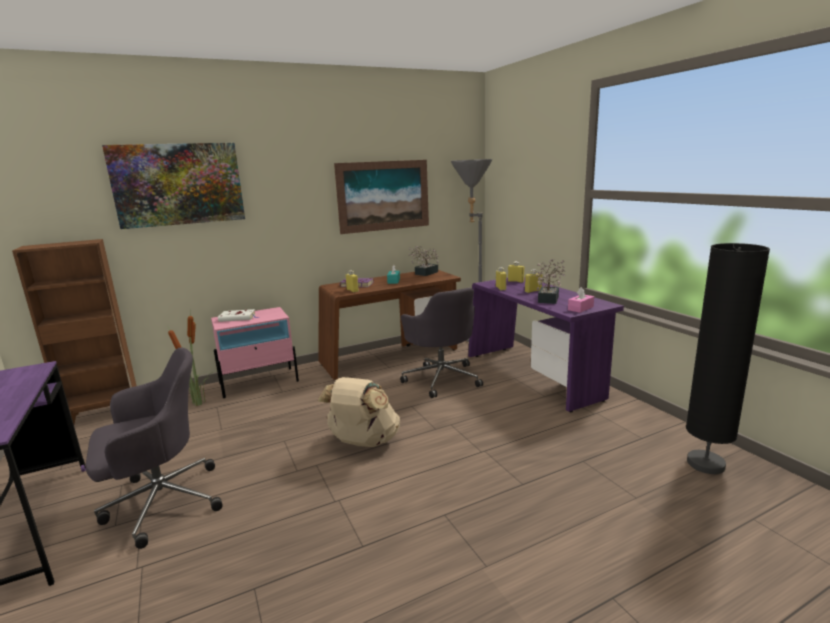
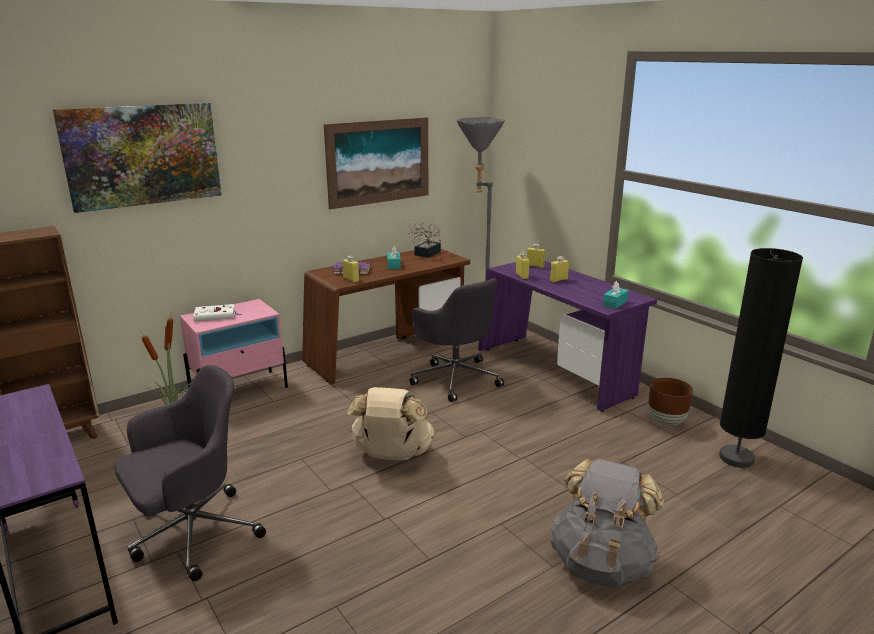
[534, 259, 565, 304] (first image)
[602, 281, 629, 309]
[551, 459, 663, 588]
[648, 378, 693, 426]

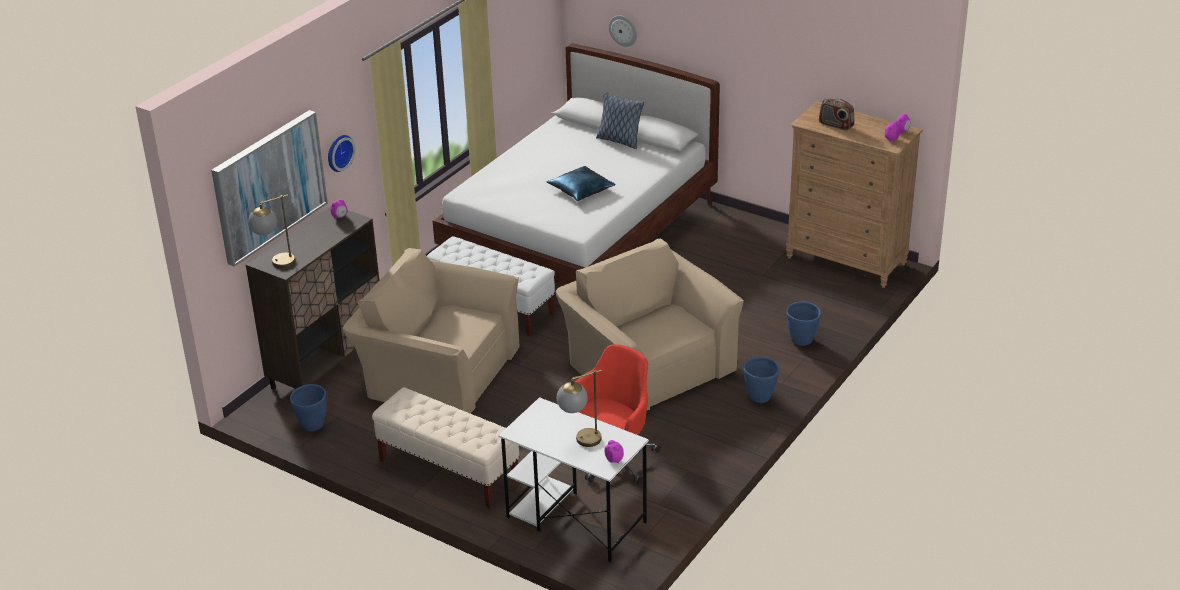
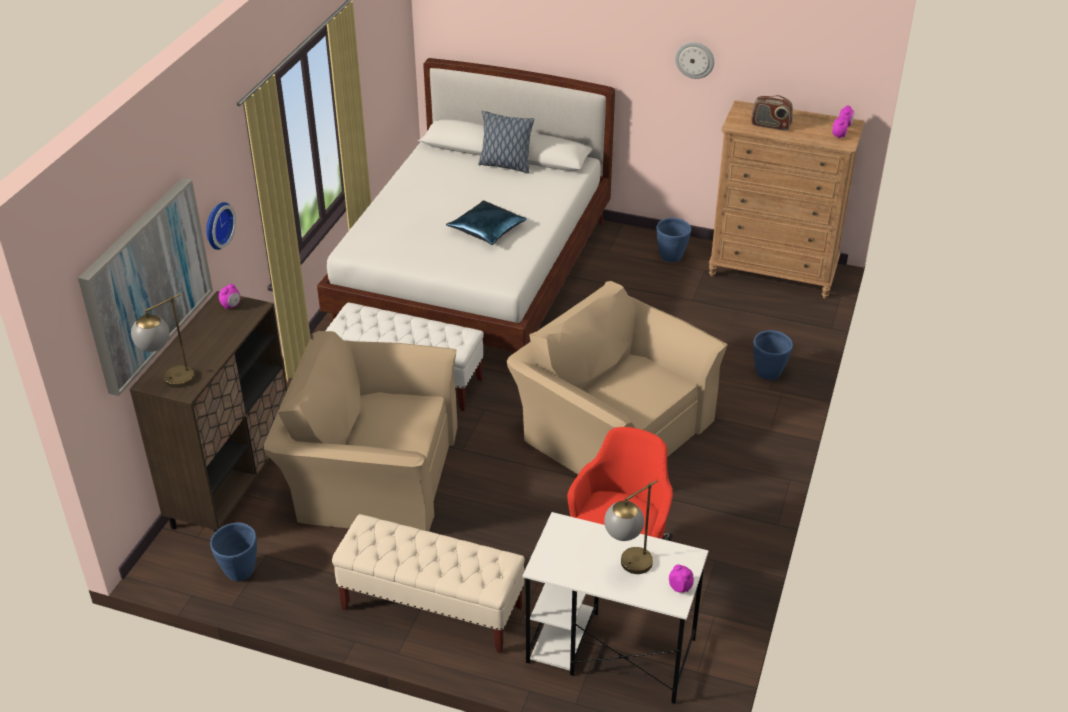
[675, 42, 714, 79]
[656, 218, 691, 262]

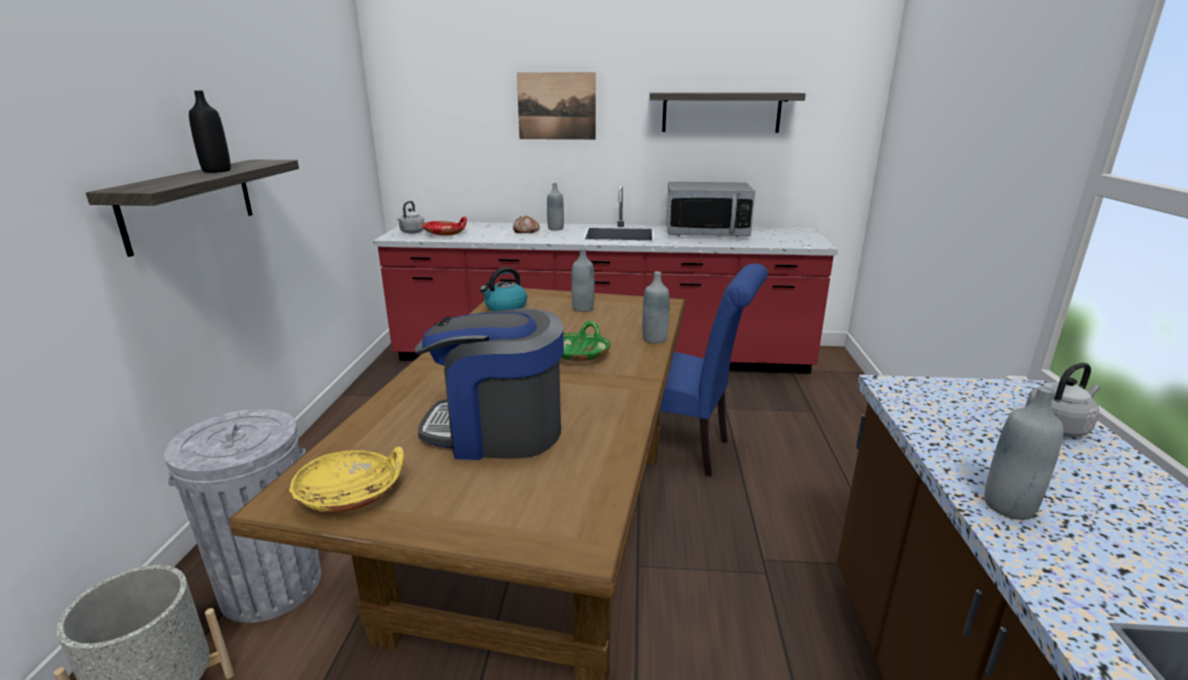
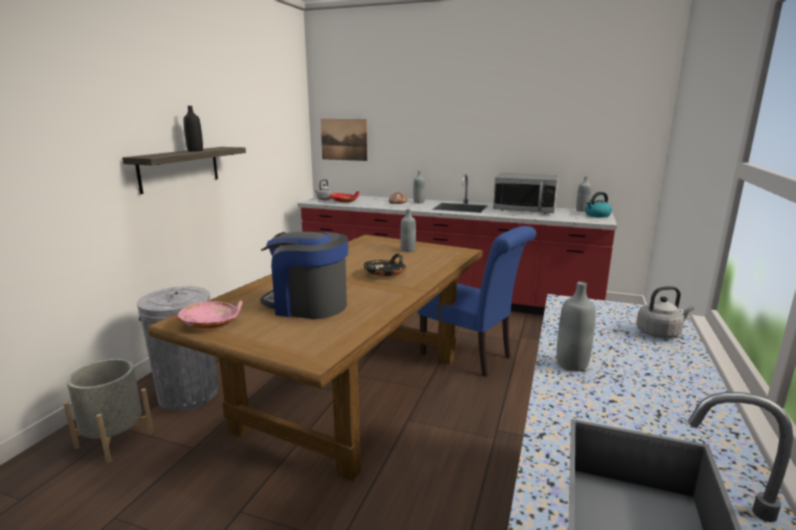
[178, 301, 243, 328]
[585, 192, 612, 218]
[321, 119, 368, 161]
[364, 253, 406, 277]
[576, 176, 591, 212]
[649, 92, 806, 133] (first image)

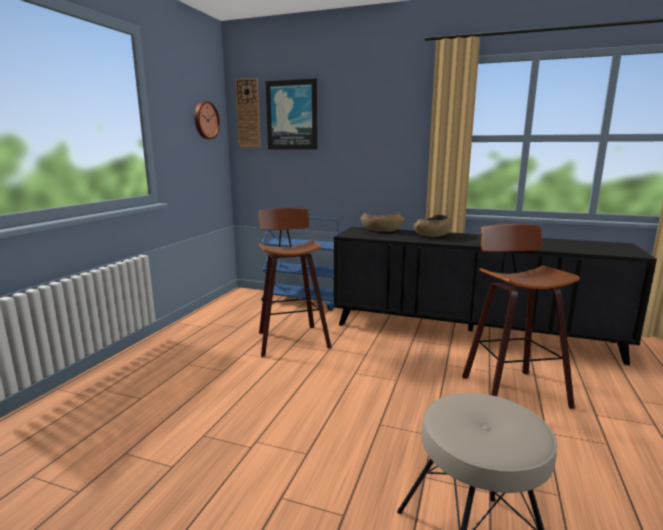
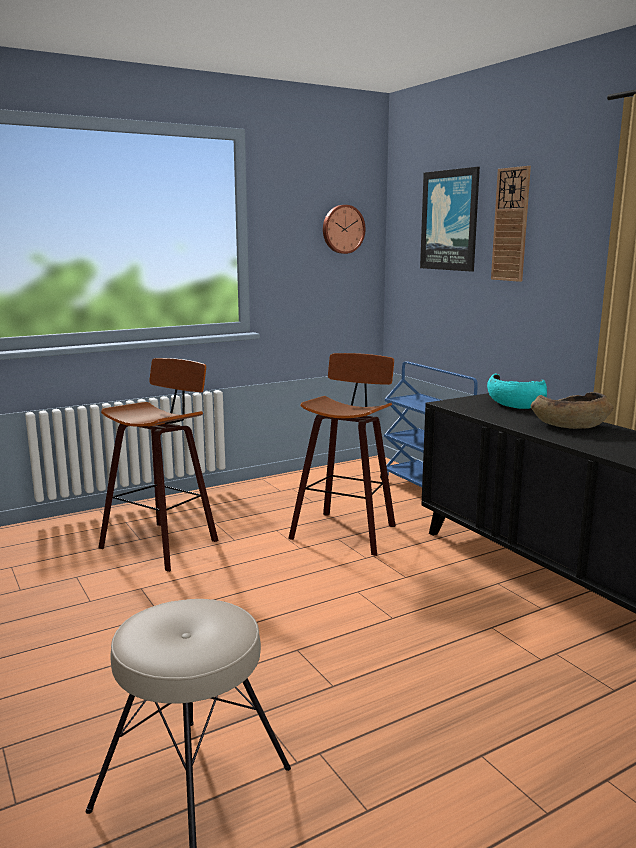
[491, 166, 531, 282]
[487, 374, 547, 409]
[99, 358, 219, 572]

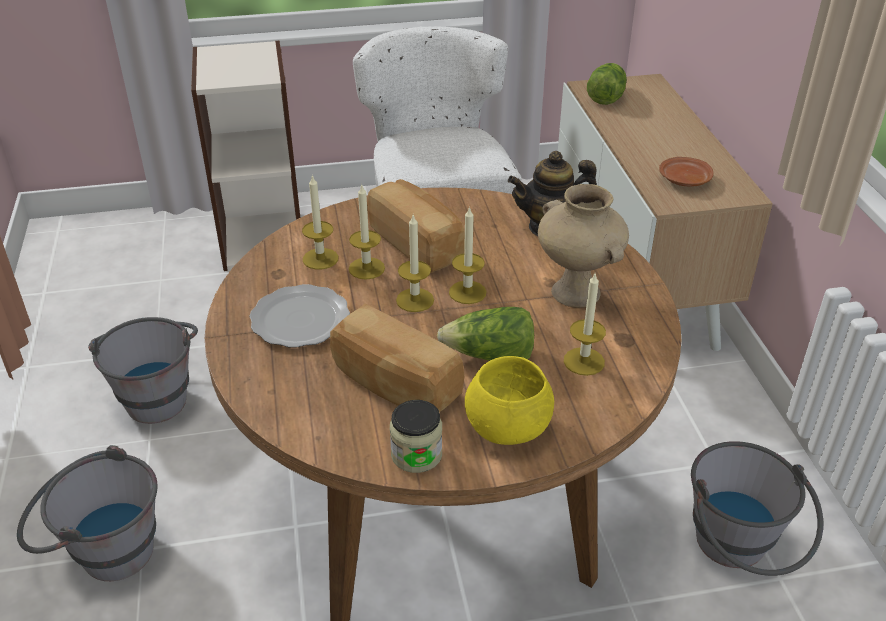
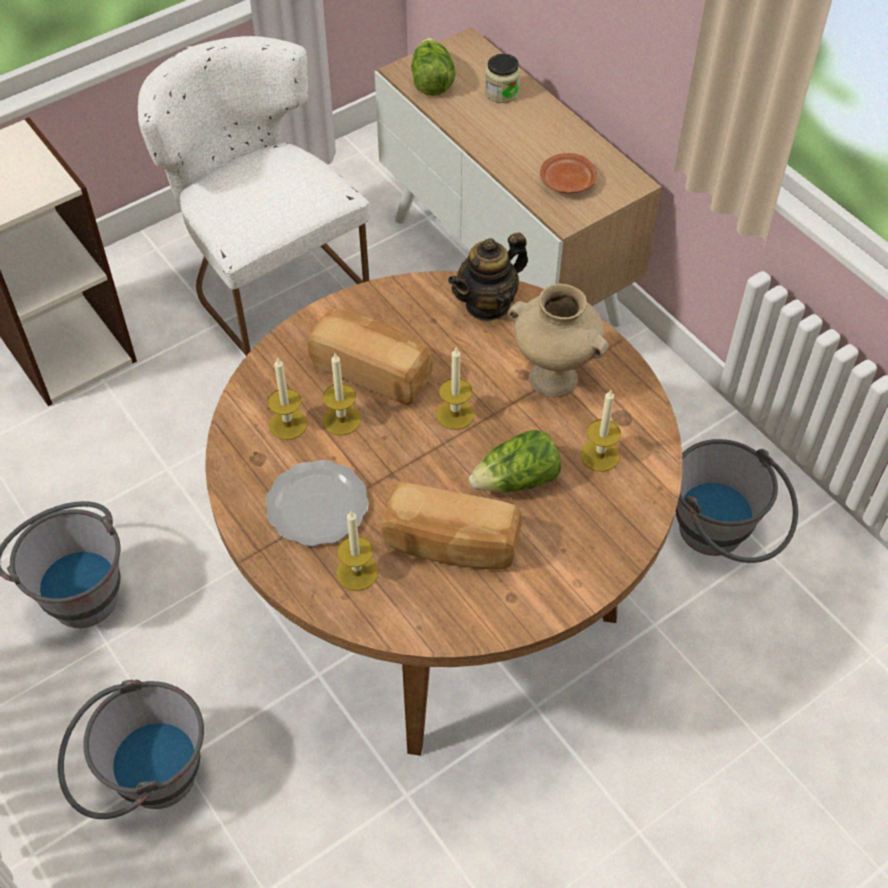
[485, 54, 520, 103]
[336, 511, 378, 591]
[465, 356, 554, 445] (first image)

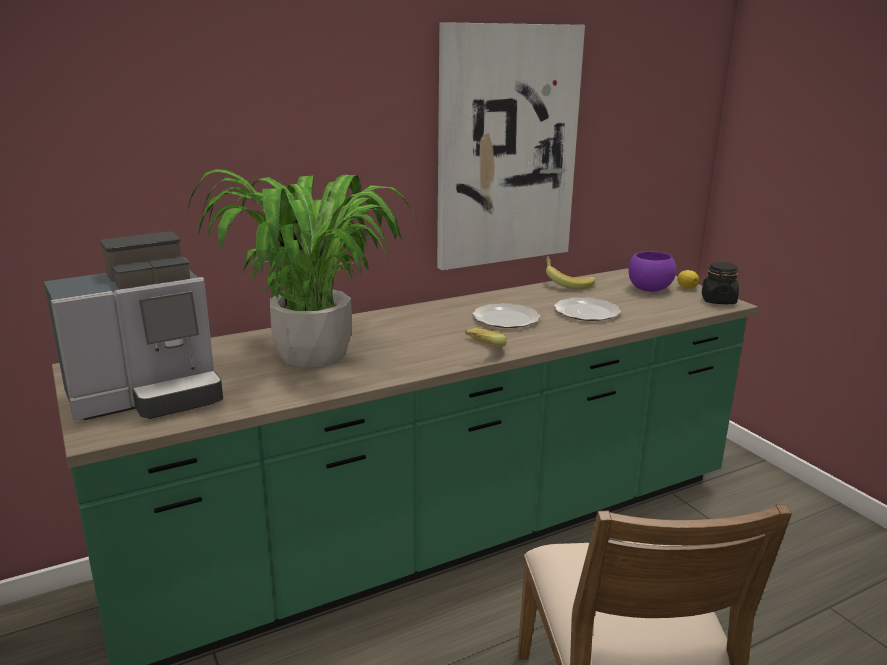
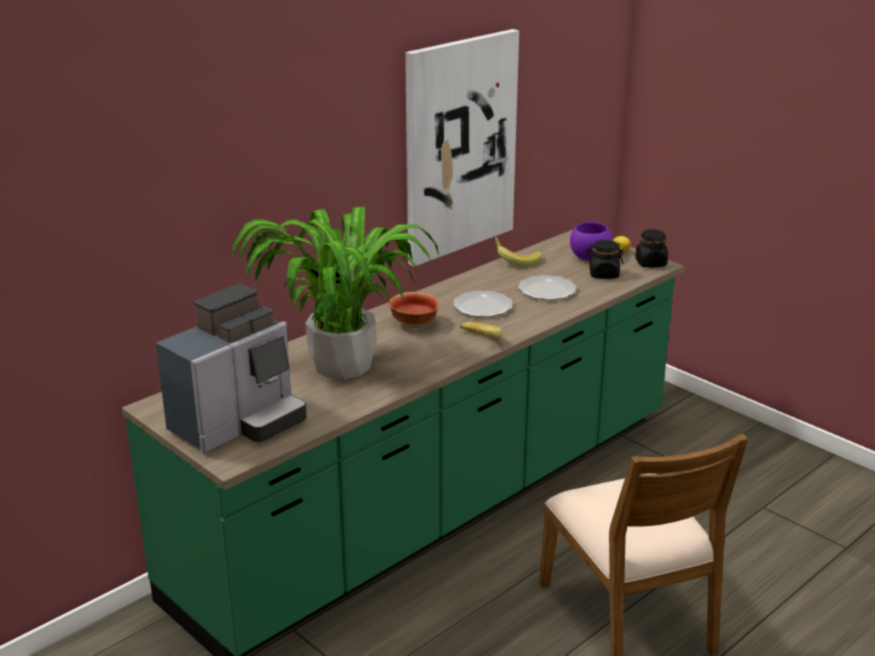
[389, 292, 439, 328]
[586, 240, 623, 279]

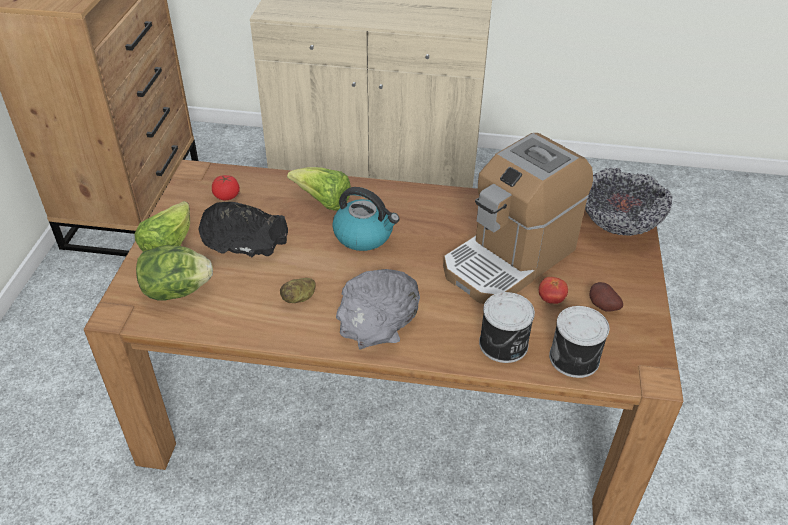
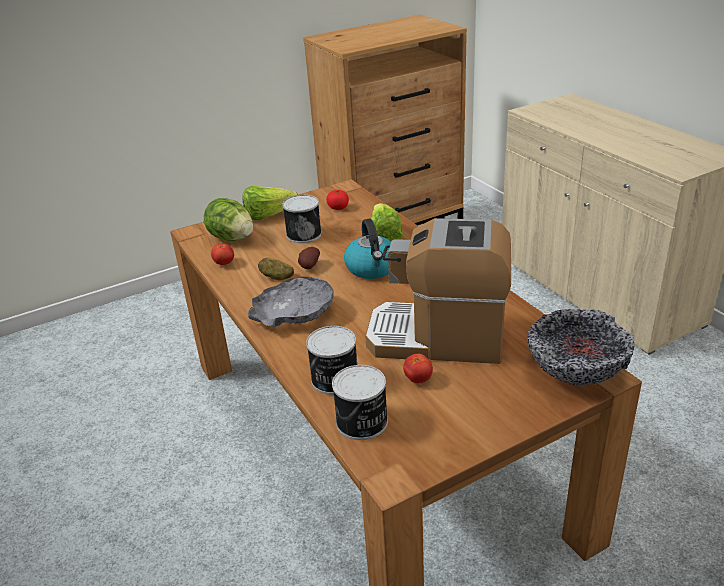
[282, 195, 322, 243]
[298, 247, 320, 269]
[211, 243, 234, 265]

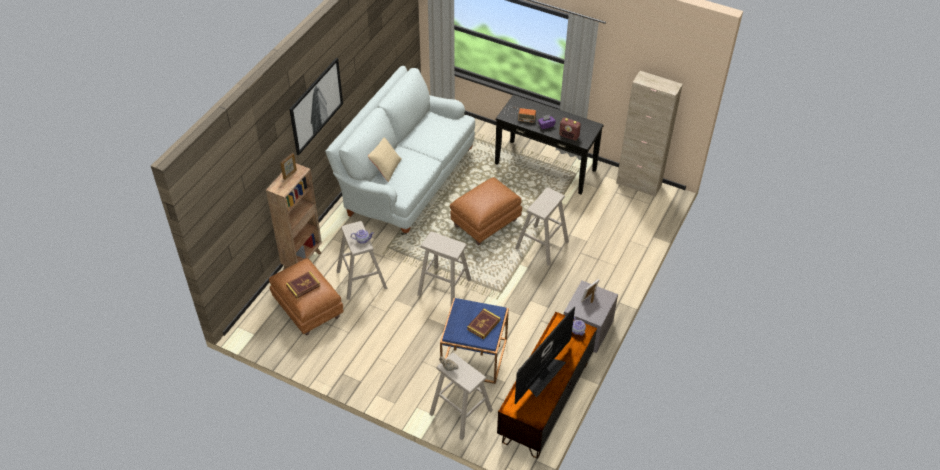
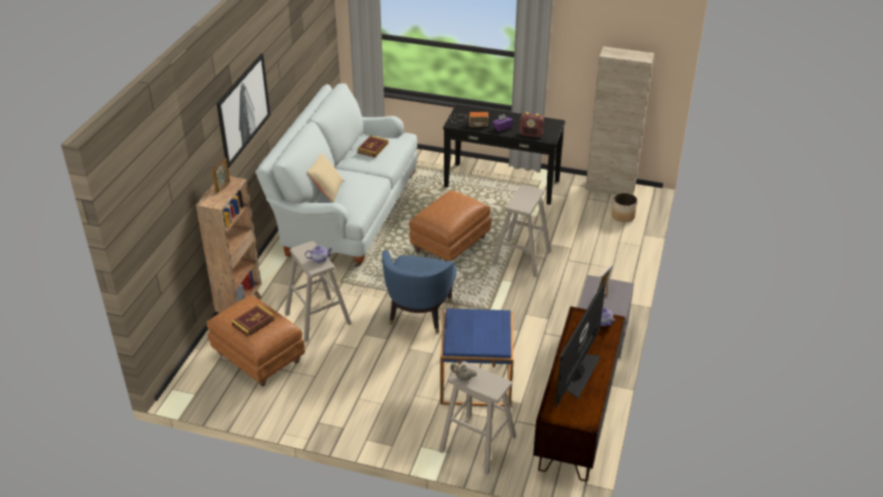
[382, 250, 457, 333]
[357, 135, 388, 157]
[611, 193, 637, 222]

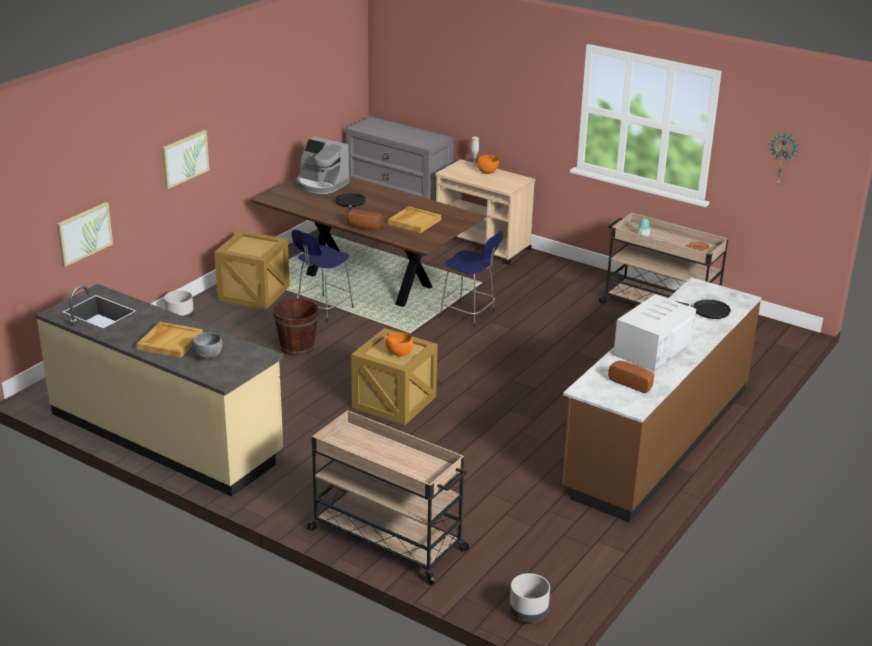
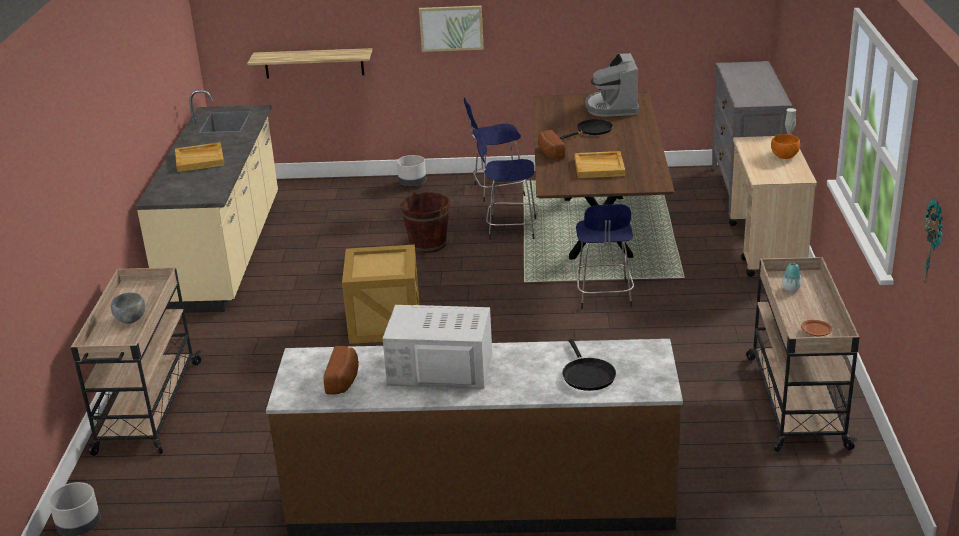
[247, 48, 372, 79]
[111, 293, 145, 324]
[464, 98, 525, 202]
[386, 332, 413, 356] (first image)

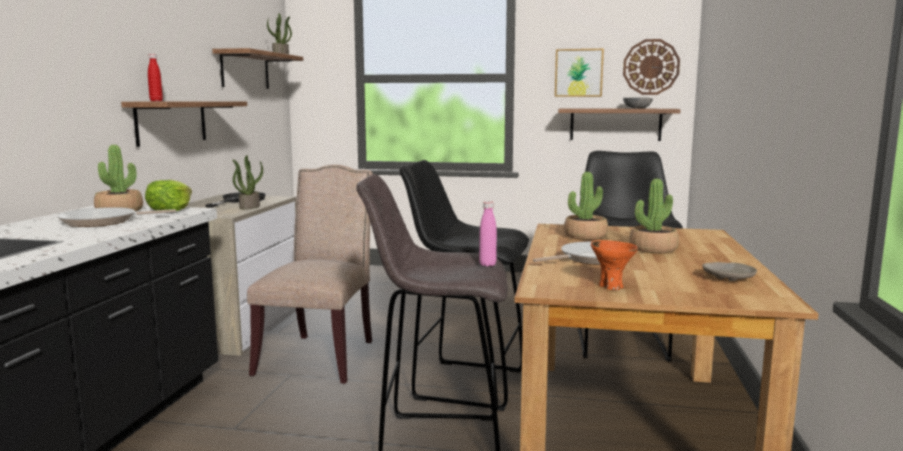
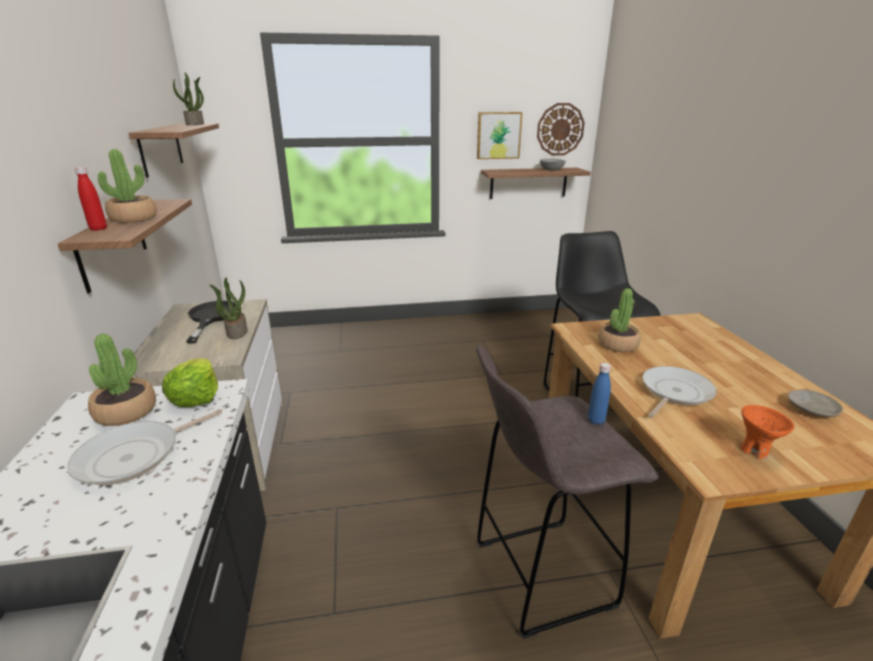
[247, 164, 373, 384] (first image)
[399, 160, 529, 411] (first image)
[588, 363, 611, 425]
[98, 149, 157, 223]

